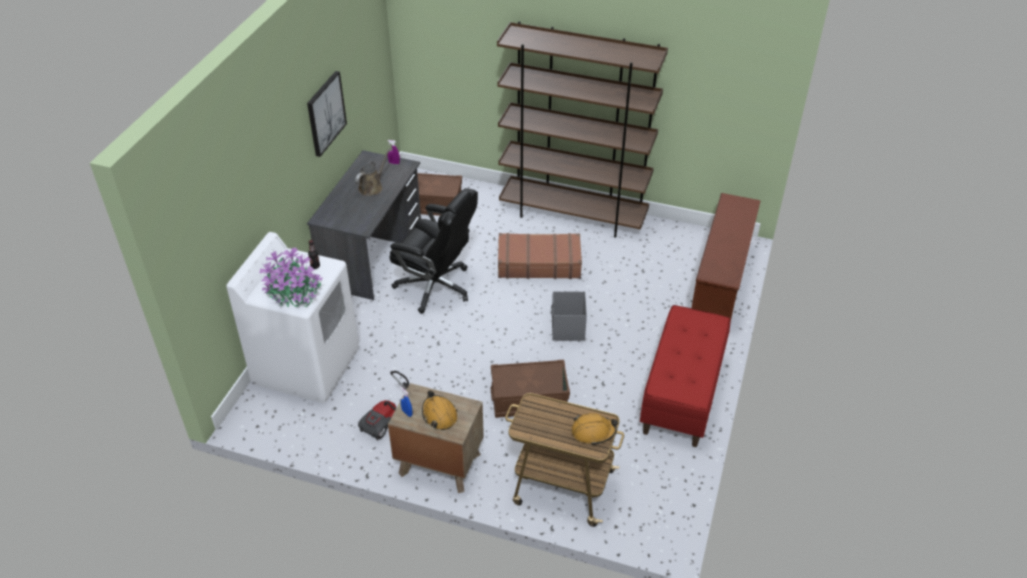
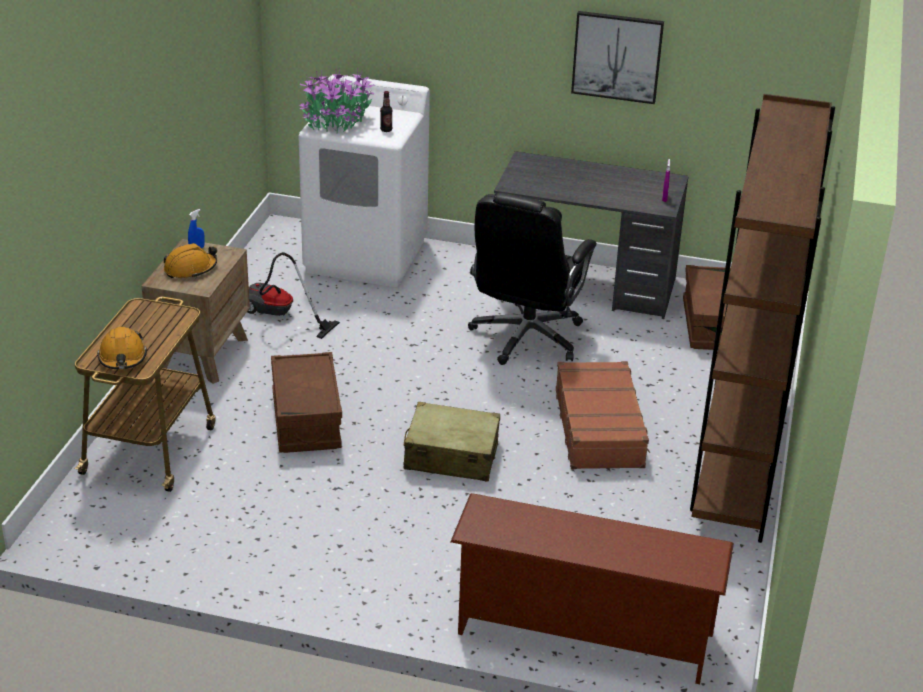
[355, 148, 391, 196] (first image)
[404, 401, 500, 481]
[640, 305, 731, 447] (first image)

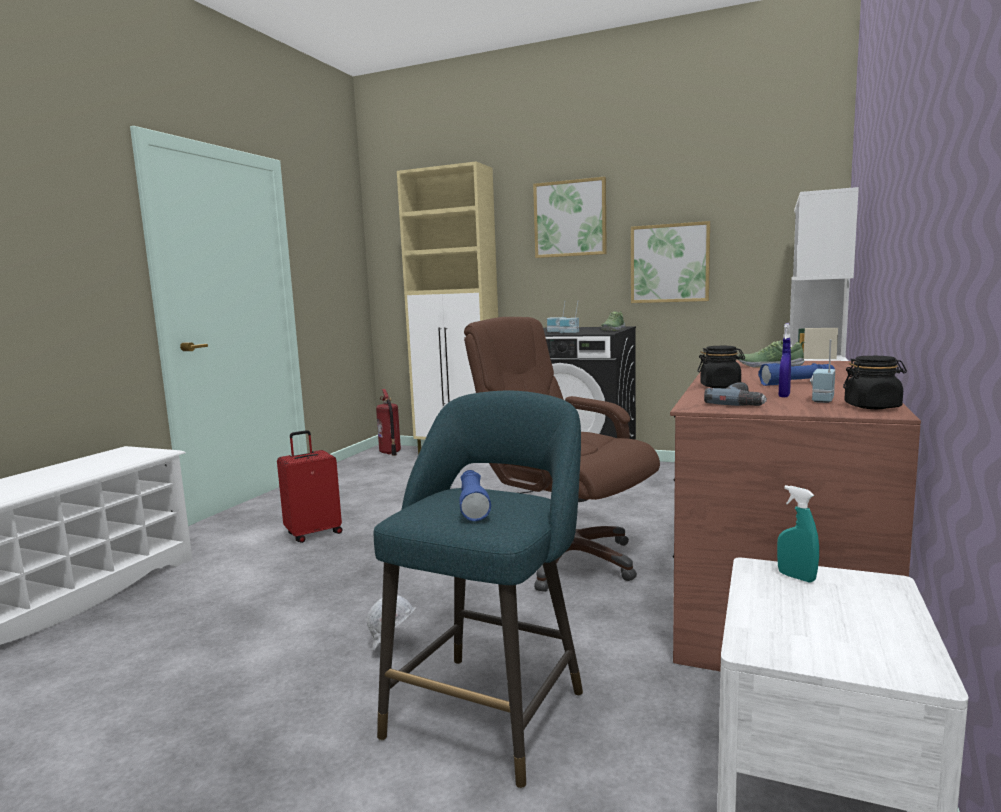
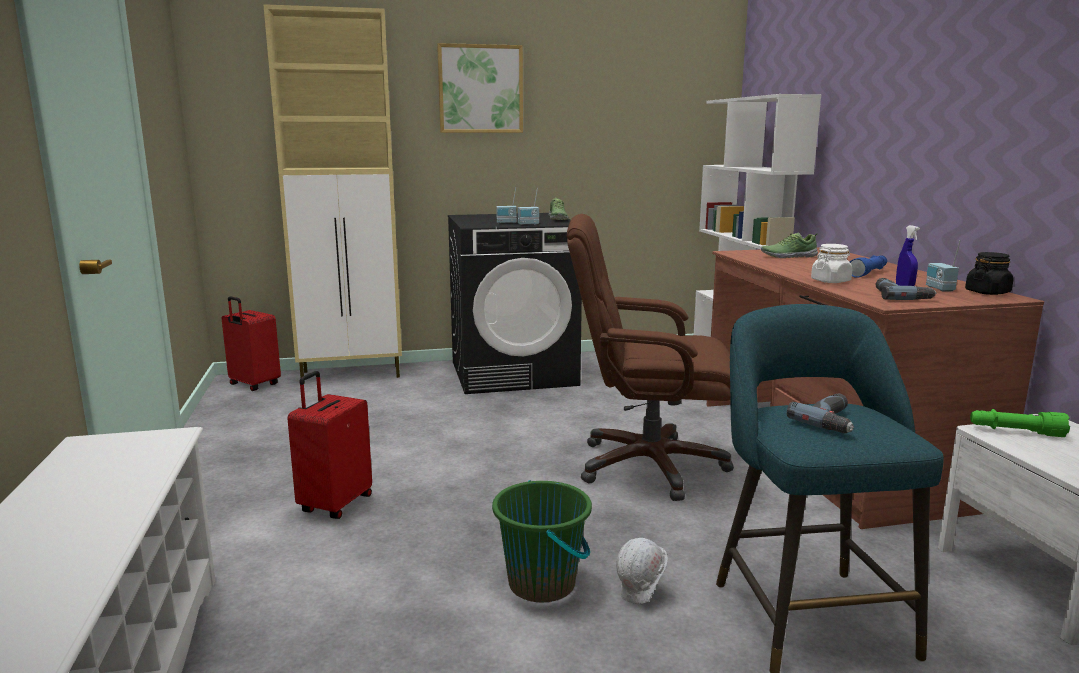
[222, 296, 281, 391]
[787, 394, 854, 434]
[631, 221, 710, 303] (first image)
[811, 244, 852, 283]
[970, 409, 1070, 437]
[492, 480, 592, 603]

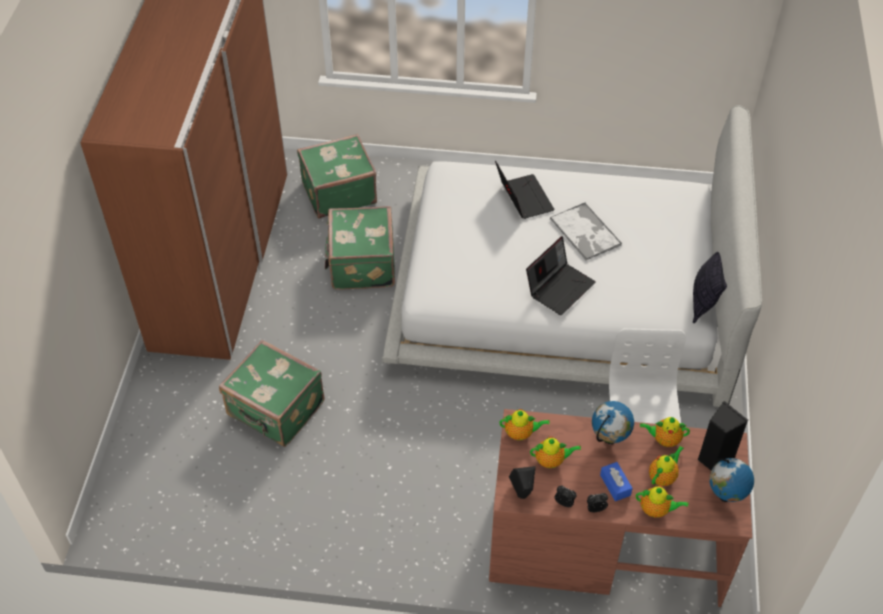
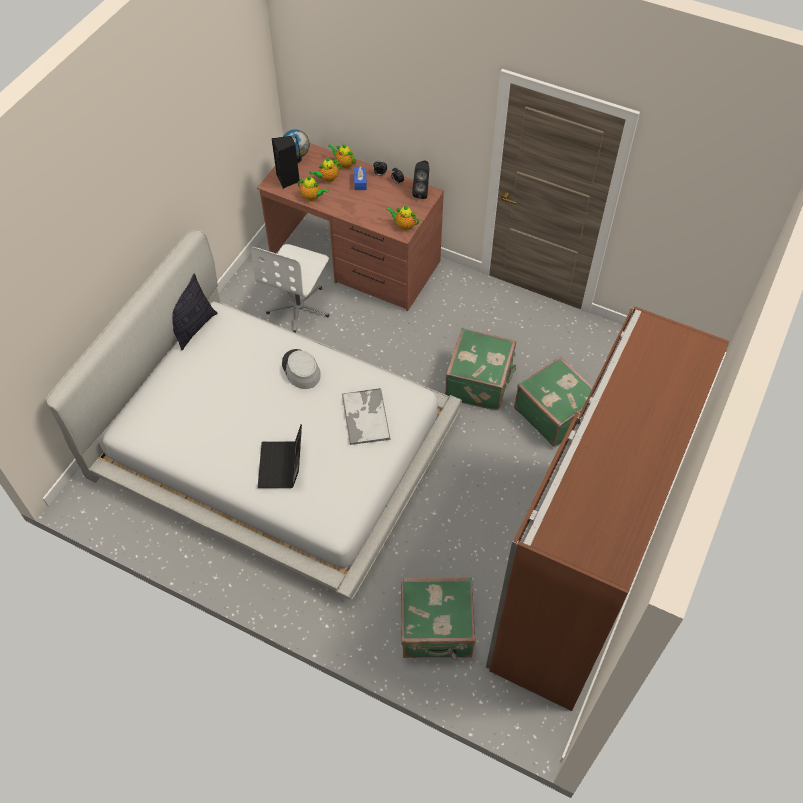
[445, 328, 516, 410]
[282, 349, 321, 389]
[530, 436, 581, 468] (first image)
[342, 388, 391, 445]
[592, 401, 634, 444] (first image)

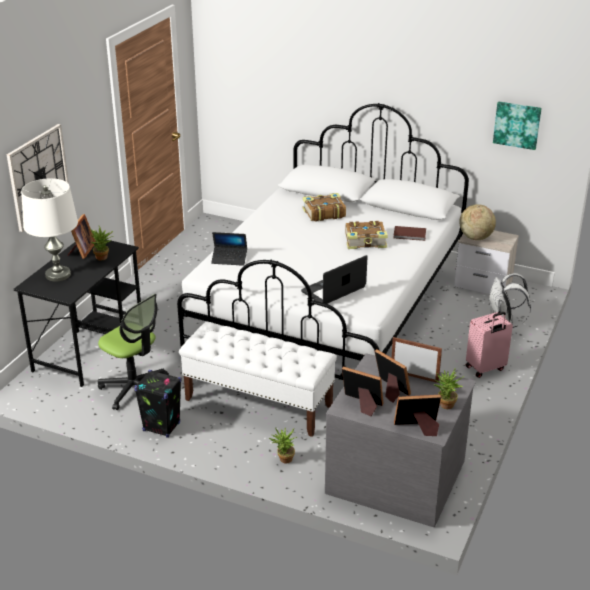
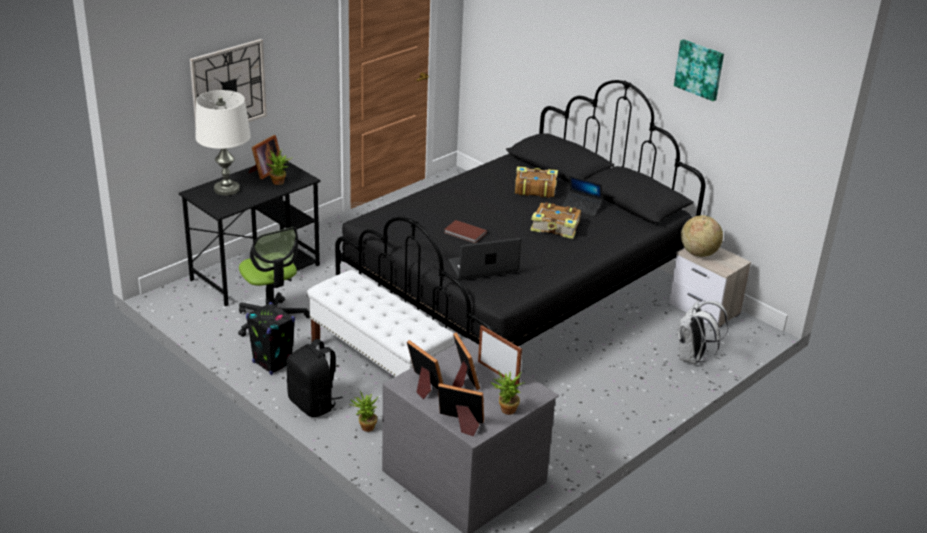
[335, 80, 706, 346]
[562, 175, 603, 216]
[444, 220, 487, 243]
[466, 312, 513, 378] (first image)
[674, 39, 724, 101]
[286, 339, 343, 417]

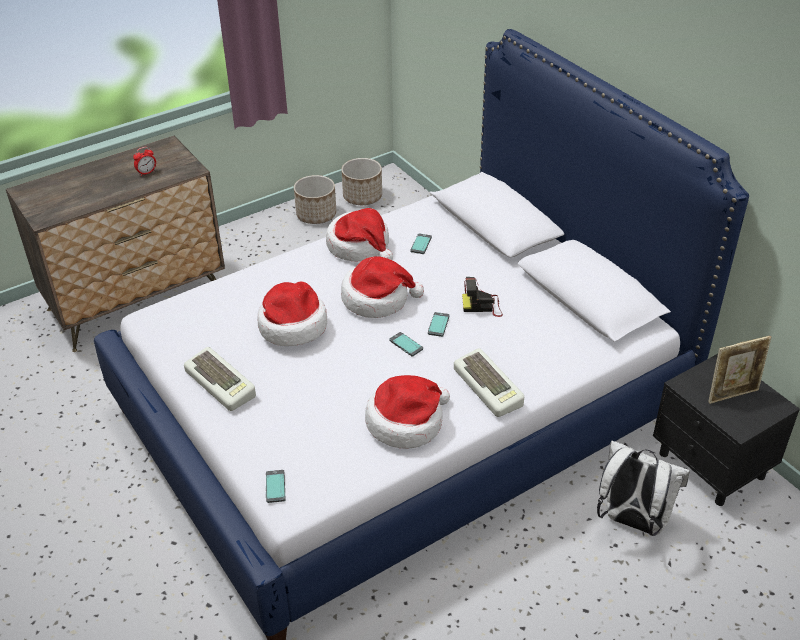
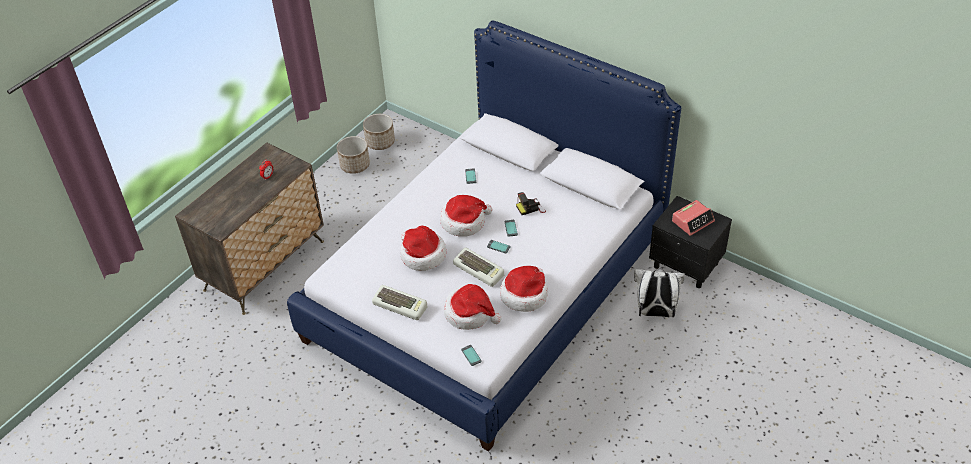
[444, 284, 502, 330]
[453, 248, 504, 287]
[672, 200, 715, 236]

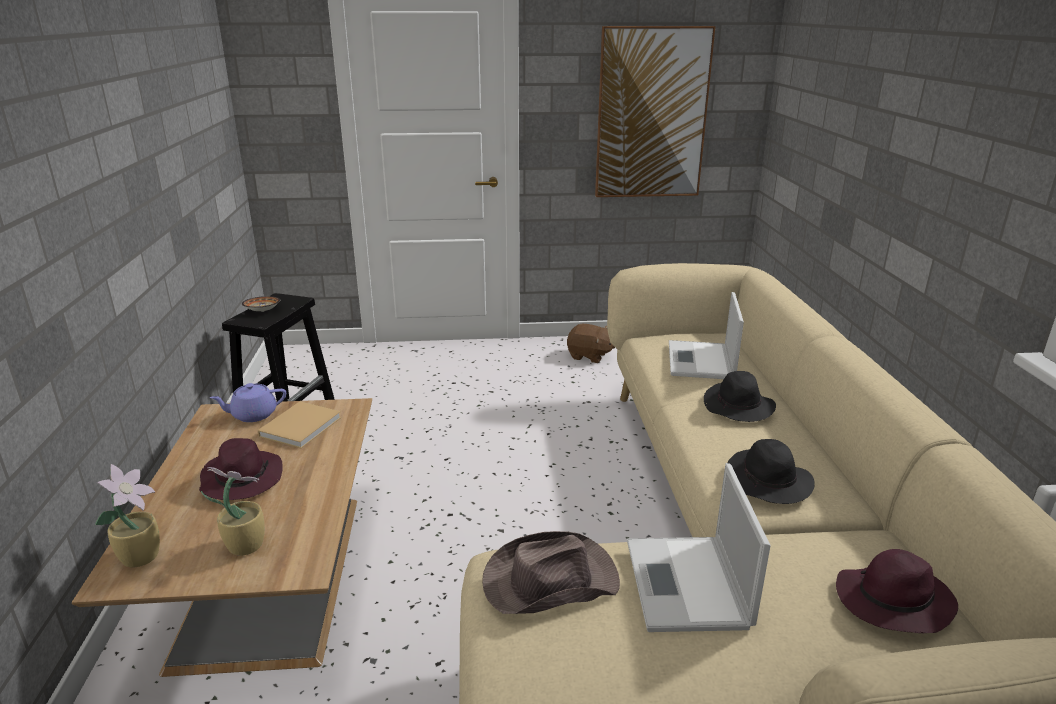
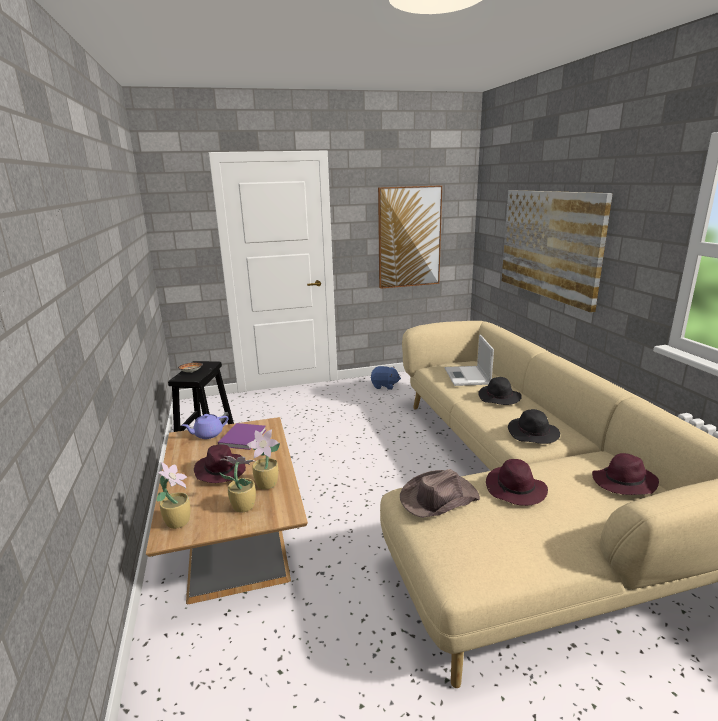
[218, 423, 266, 450]
[370, 366, 401, 390]
[486, 459, 548, 506]
[246, 430, 280, 490]
[502, 190, 613, 313]

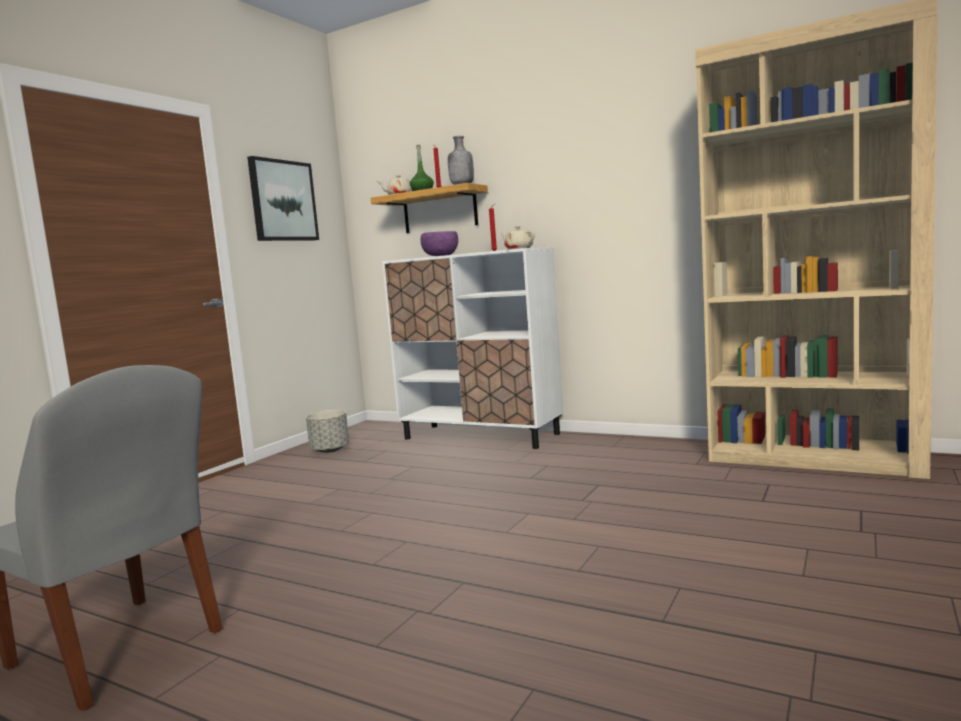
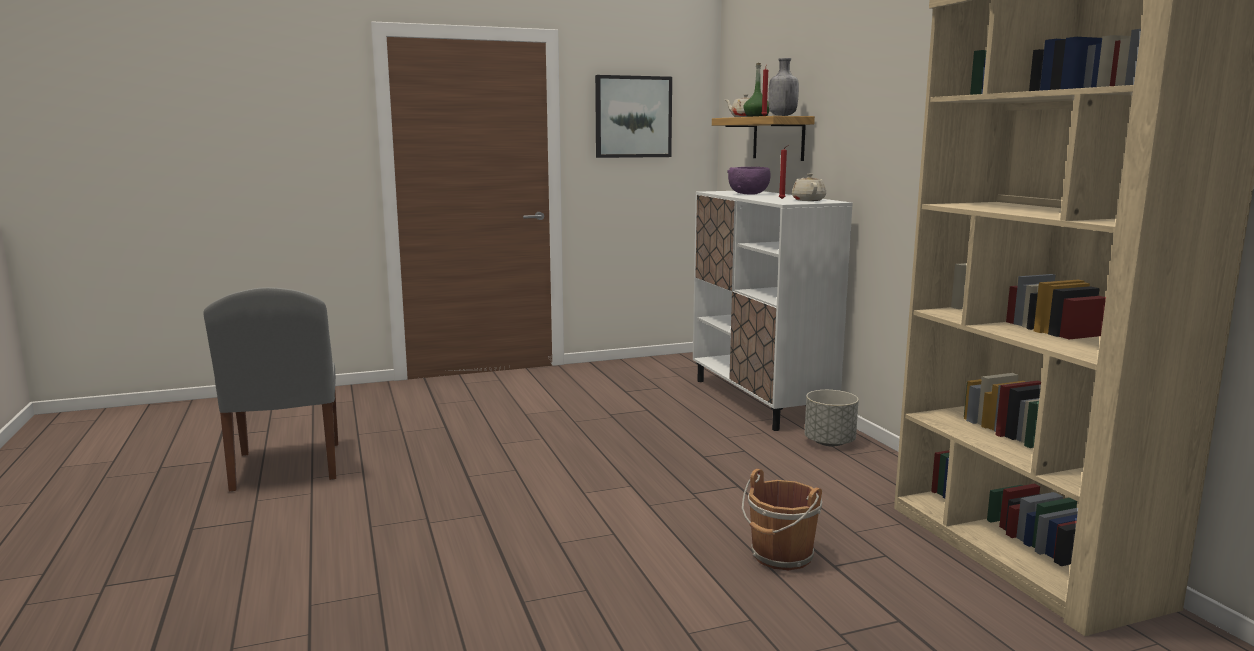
[805, 390, 859, 447]
[742, 469, 822, 570]

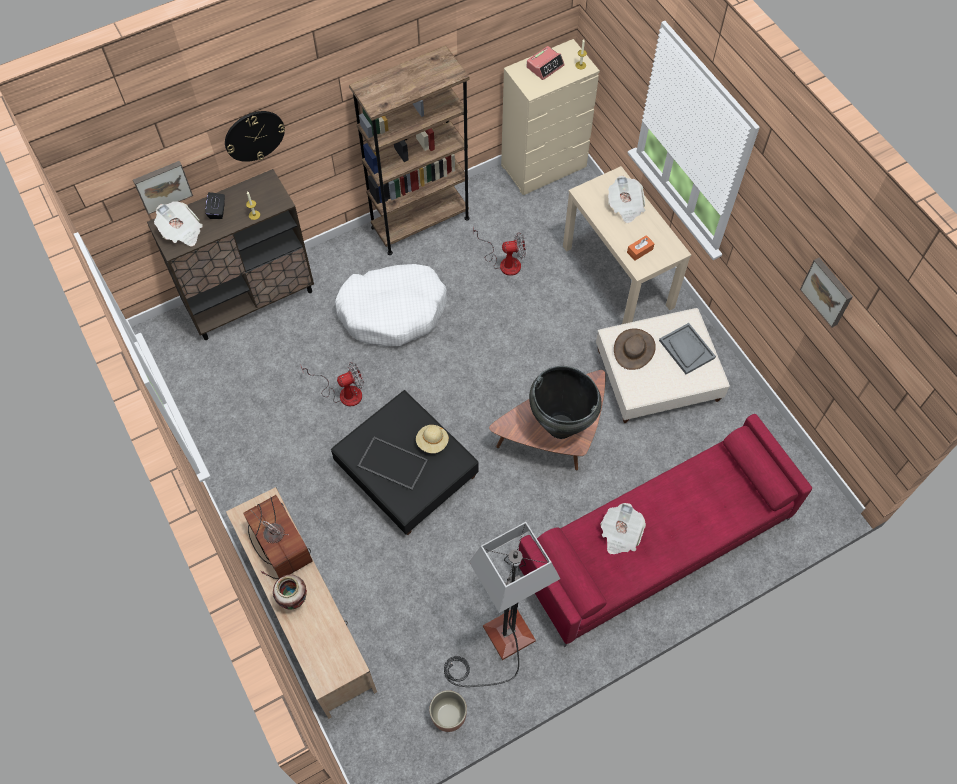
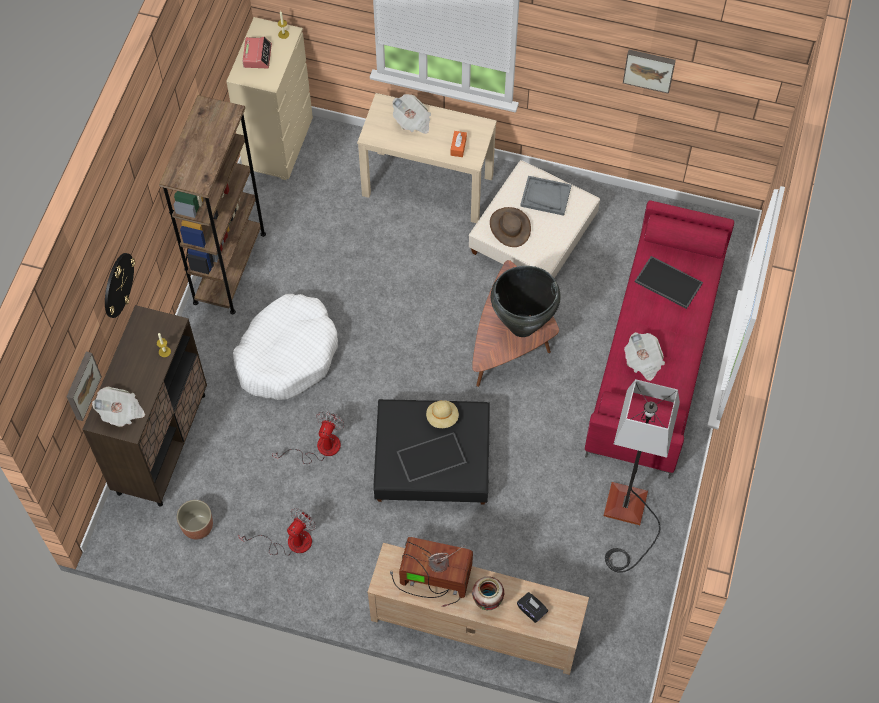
[517, 592, 548, 623]
[177, 500, 213, 540]
[238, 508, 316, 556]
[635, 256, 703, 309]

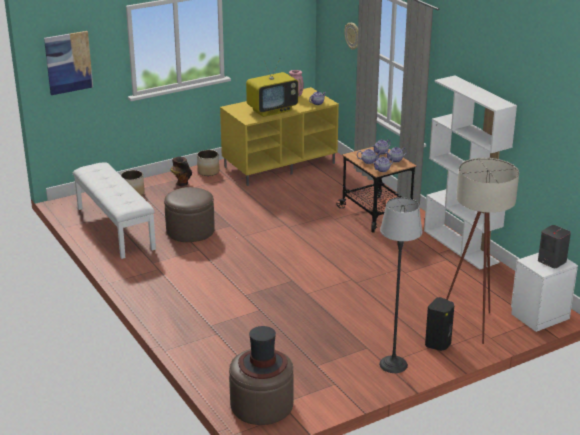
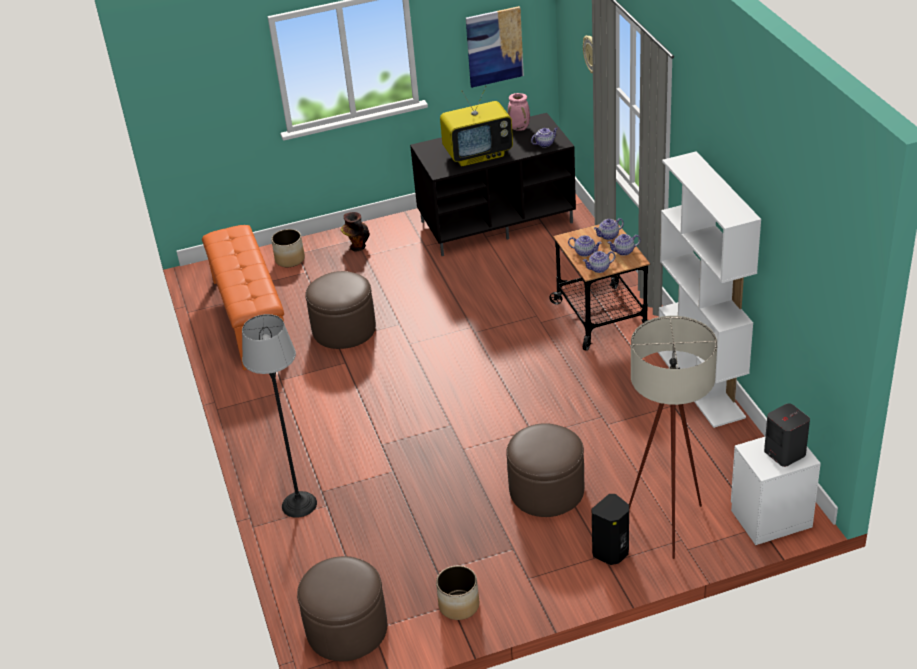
[466, 6, 524, 88]
[202, 225, 284, 370]
[436, 565, 479, 620]
[410, 113, 576, 256]
[238, 326, 288, 379] (first image)
[242, 314, 317, 518]
[506, 423, 584, 517]

